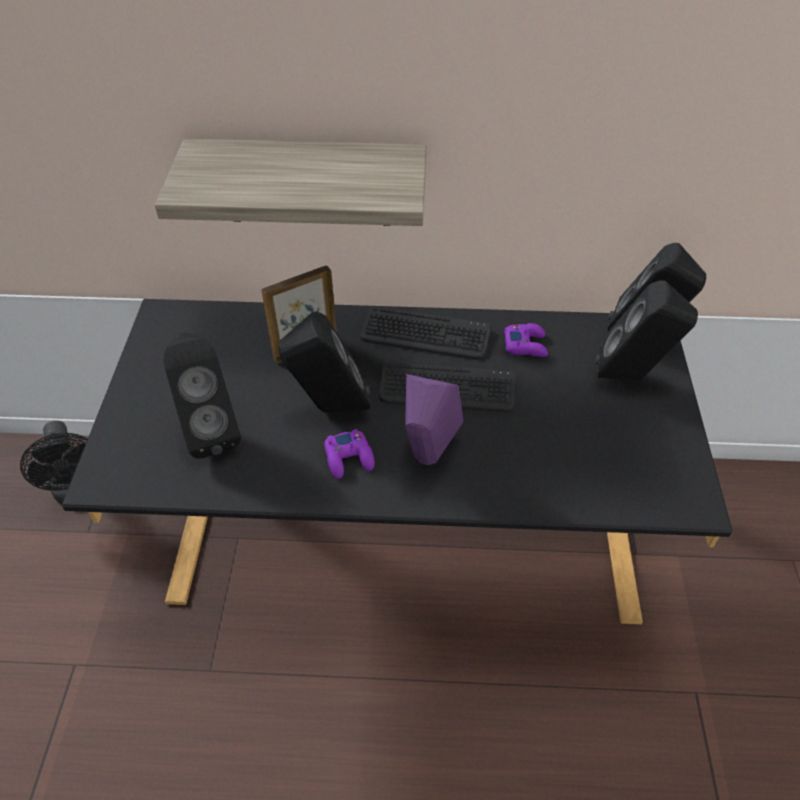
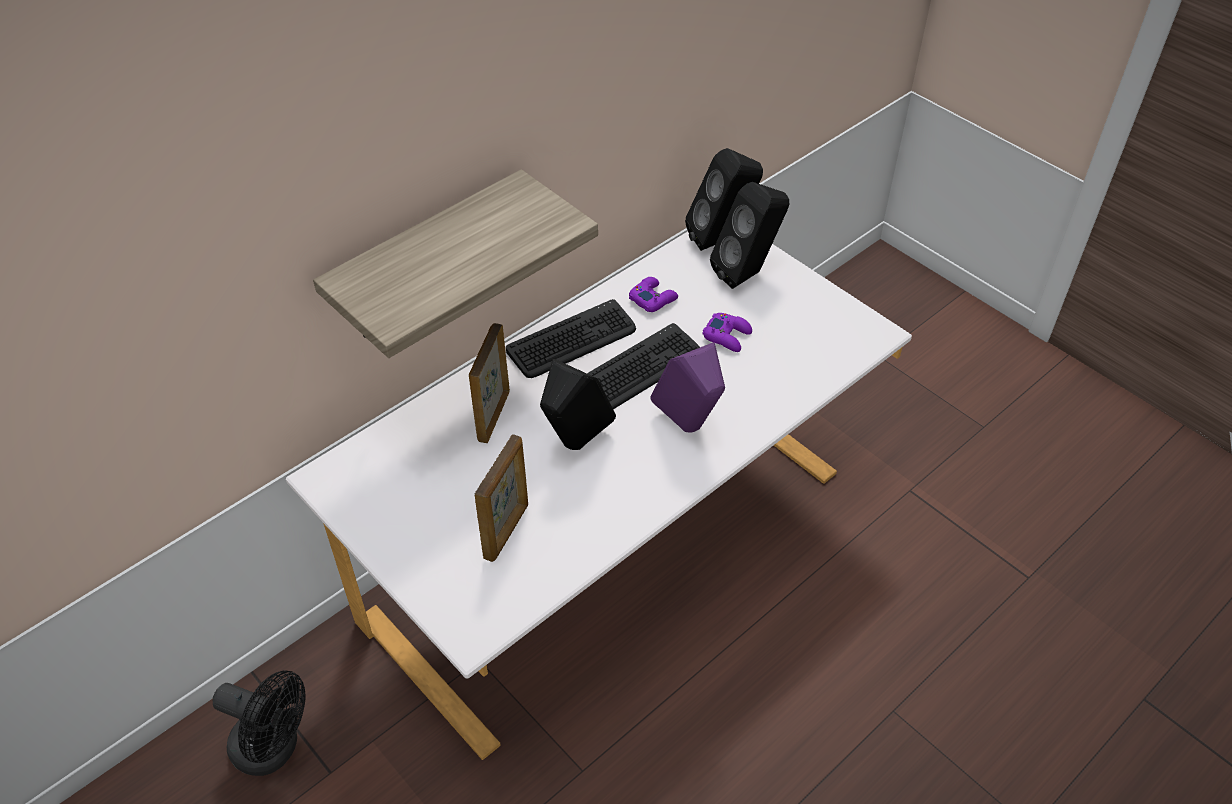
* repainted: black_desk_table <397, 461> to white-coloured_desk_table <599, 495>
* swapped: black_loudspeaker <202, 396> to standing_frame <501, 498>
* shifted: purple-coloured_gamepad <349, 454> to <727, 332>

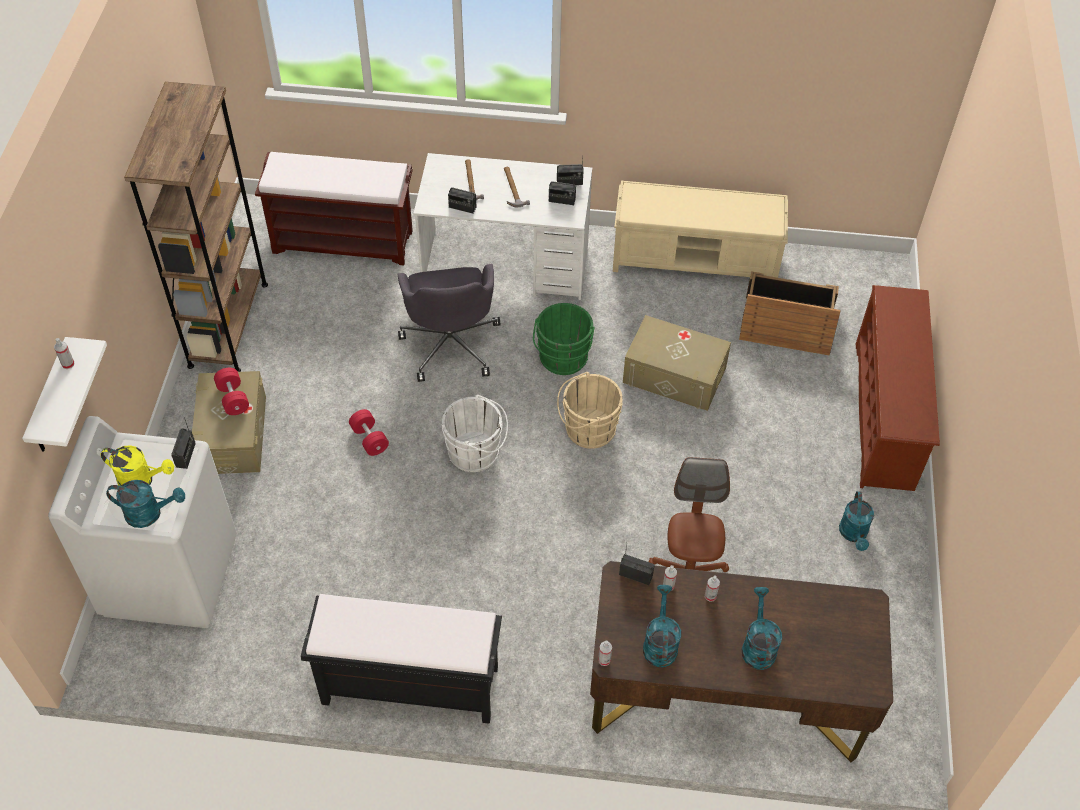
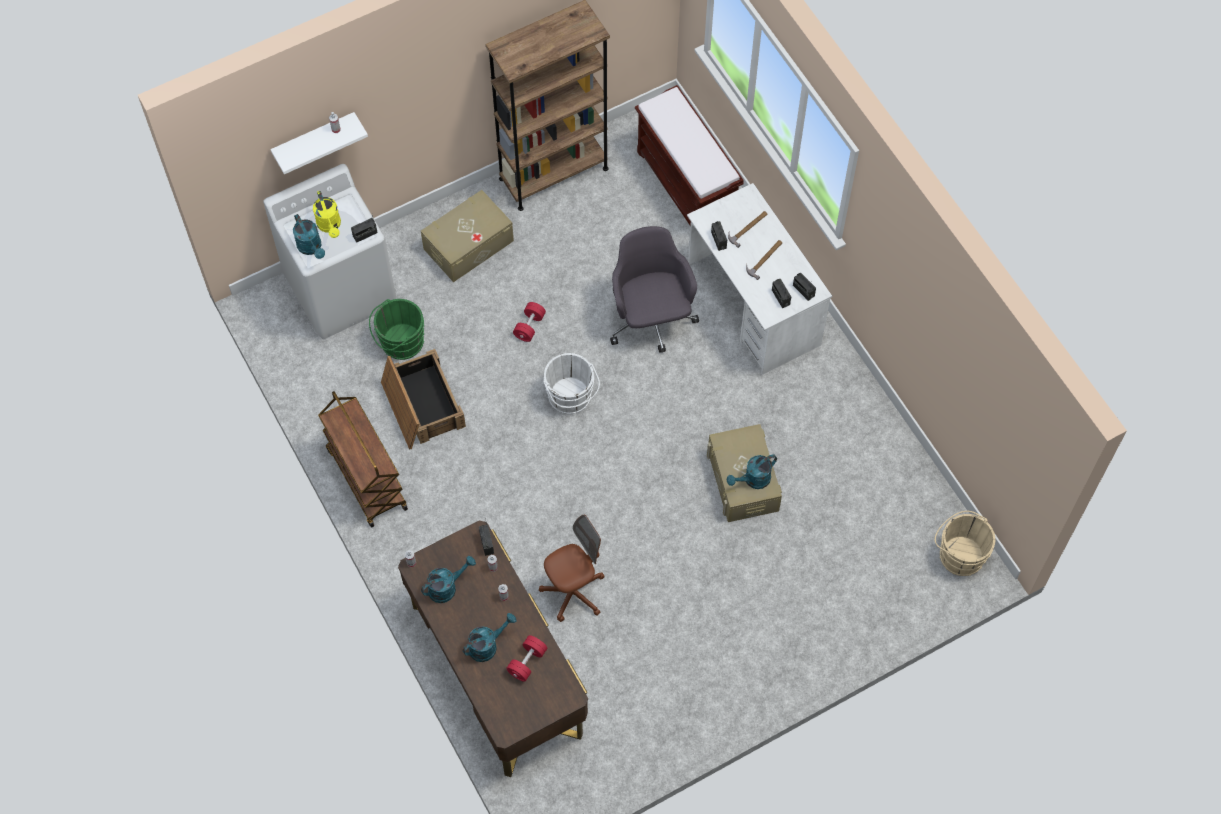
* gone: beige-coloured_bench <700, 229>
* rotated: greyish_computer_chair <449, 323> = <654, 289> 120 degrees clockwise
* shifted: packing_crate <790, 313> to <423, 399>
* gone: brown_shoe_rack <898, 388>
* shifted: green_water_bucket <564, 339> to <397, 329>
* shifted: reddish_free_weight <231, 391> to <526, 658>
* shifted: beige-coloured_water_bucket <590, 410> to <965, 543>
* shifted: blue-green_watering_pot <856, 521> to <752, 471>
* swapped: black_bench <401, 659> to brown_trolley <363, 459>

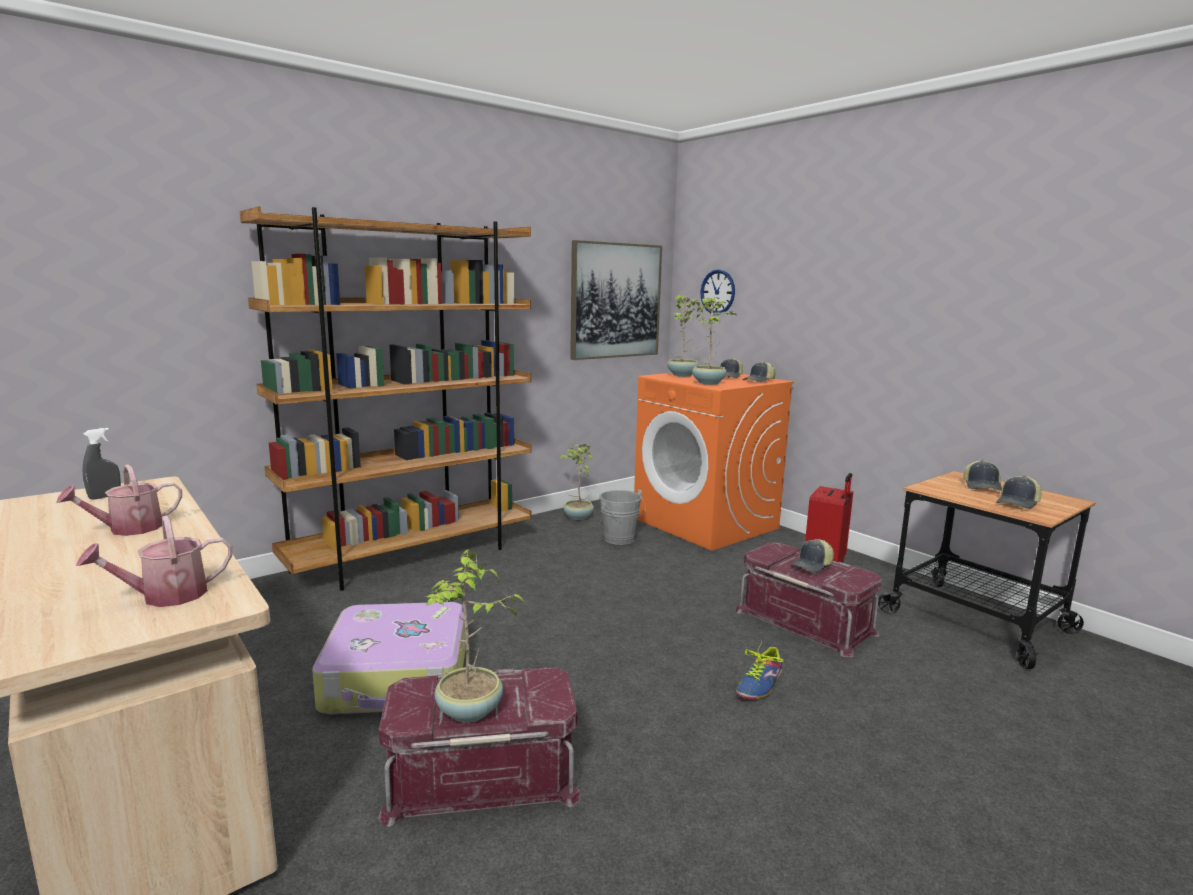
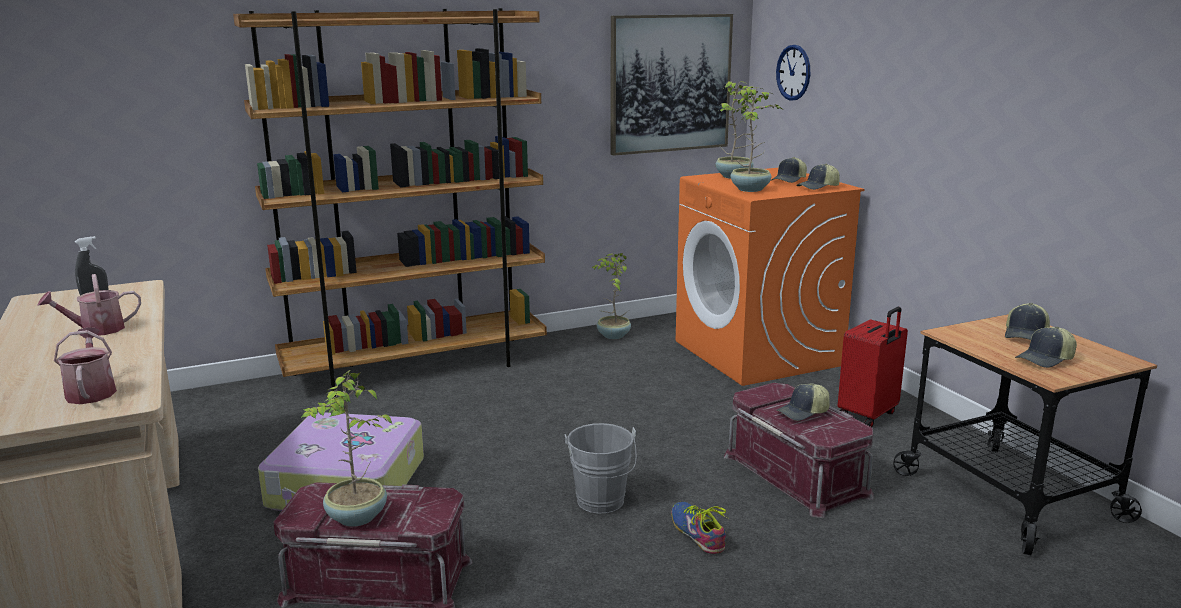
* shifted: greyish_water_bucket <622, 517> to <601, 468>
* rotated: watering_pot <154, 561> = <85, 365> 90 degrees clockwise
* rotated: item_of_footwear <760, 670> = <700, 527> 105 degrees clockwise

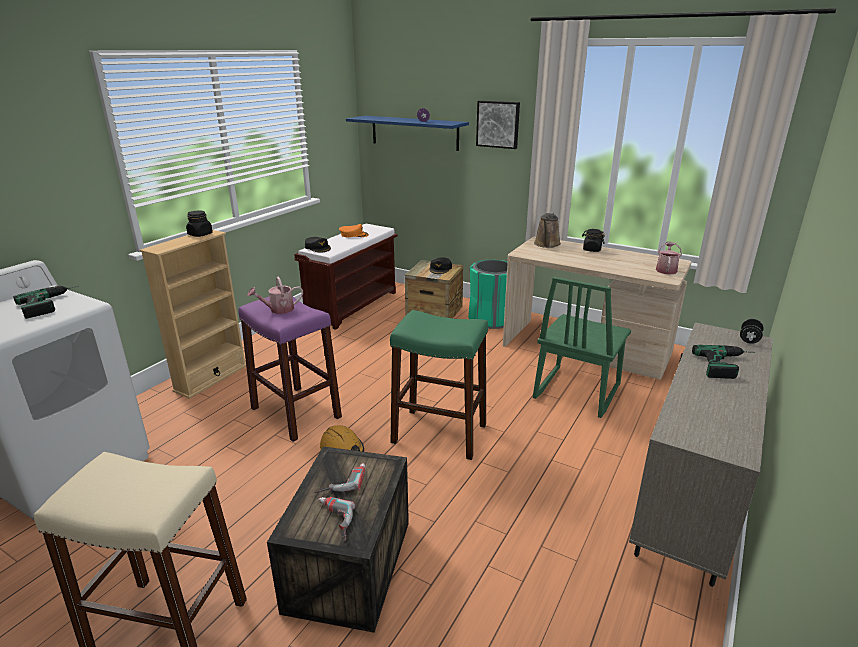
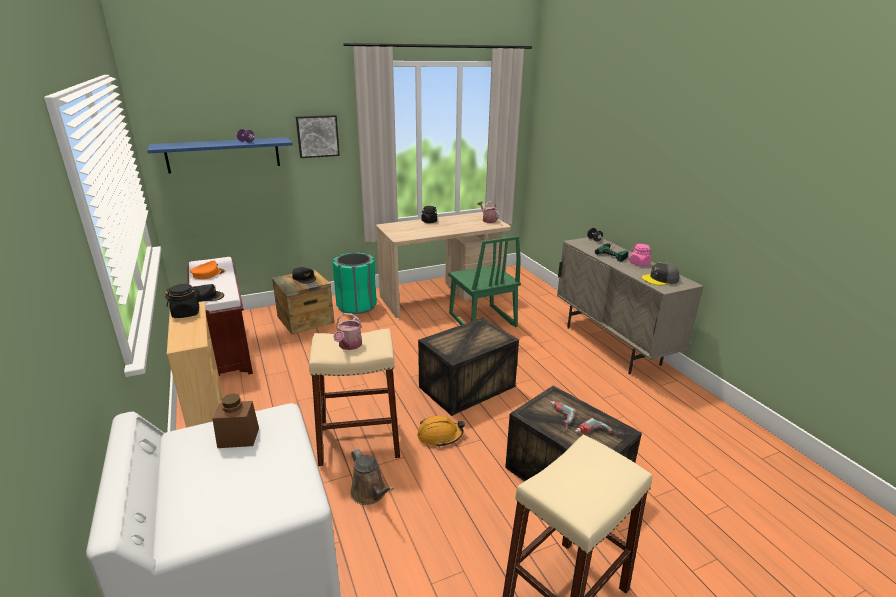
* shifted: brown_watering_pot <547, 230> to <372, 477>
* swapped: drill <45, 302> to brown_storage_jar <235, 420>
* repainted: purple-coloured_stool_seat <290, 369> to beige-coloured_stool_seat <354, 397>
* swapped: green_stool_seat <439, 385> to packing_crate <468, 367>
* new: pink_storage_jar <640, 255>
* new: greyish_baseball_cap <661, 273>

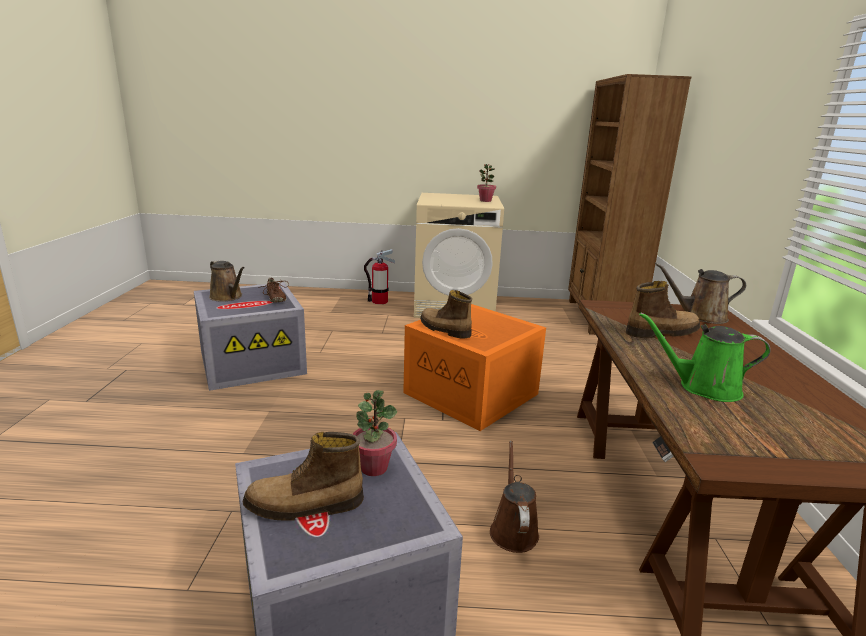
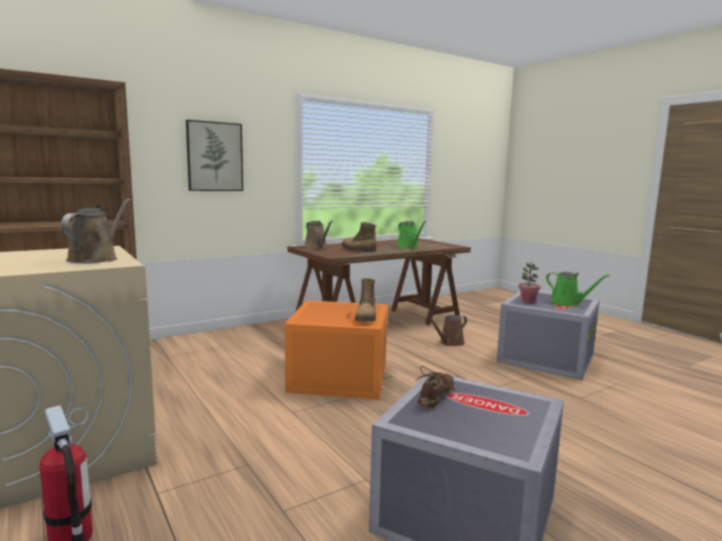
* gone: houseplant <486, 183>
* shifted: brown_watering_pot <227, 281> to <95, 231>
* swapped: boot <303, 476> to green_watering_pot <577, 289>
* new: picture <214, 155>

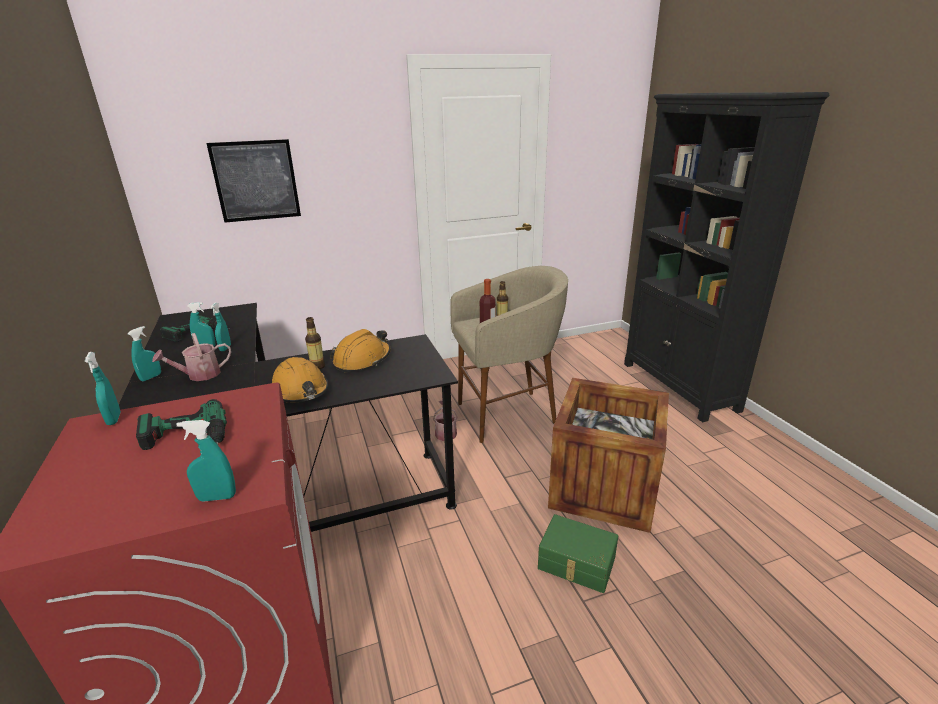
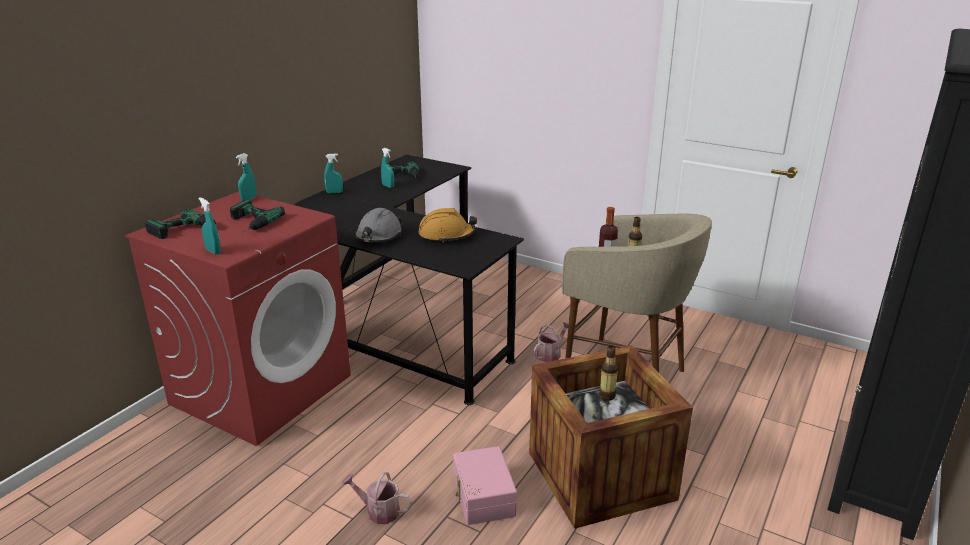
* gone: picture <253, 180>
* gone: blue-green_hand_sprayer <220, 326>
* shifted: beverage_bottle <315, 343> to <608, 373>
* shifted: watering_pot <191, 357> to <377, 498>
* repainted: orangey_work_helmet <300, 380> to greyish_work_helmet <379, 225>
* repainted: green_storage_bin <578, 553> to pink_storage_bin <485, 485>
* new: drill <183, 224>

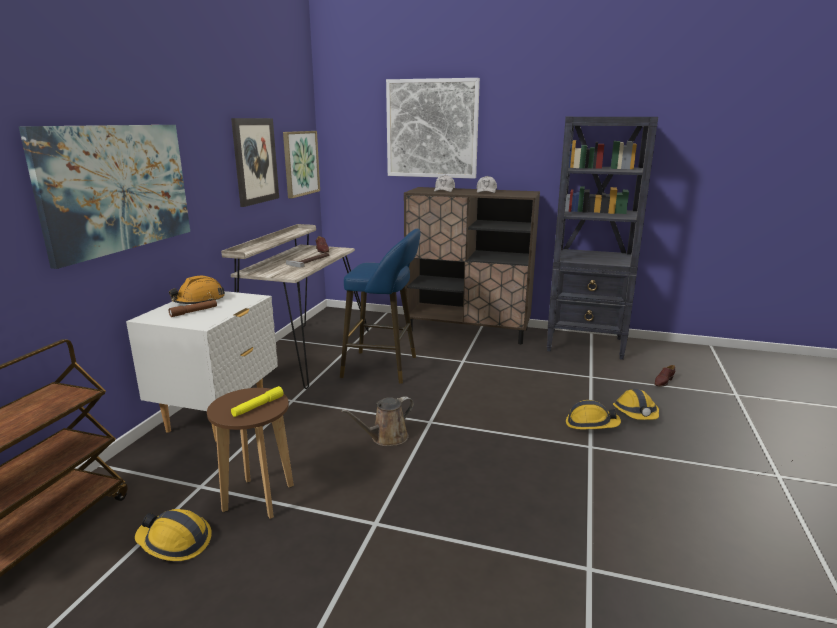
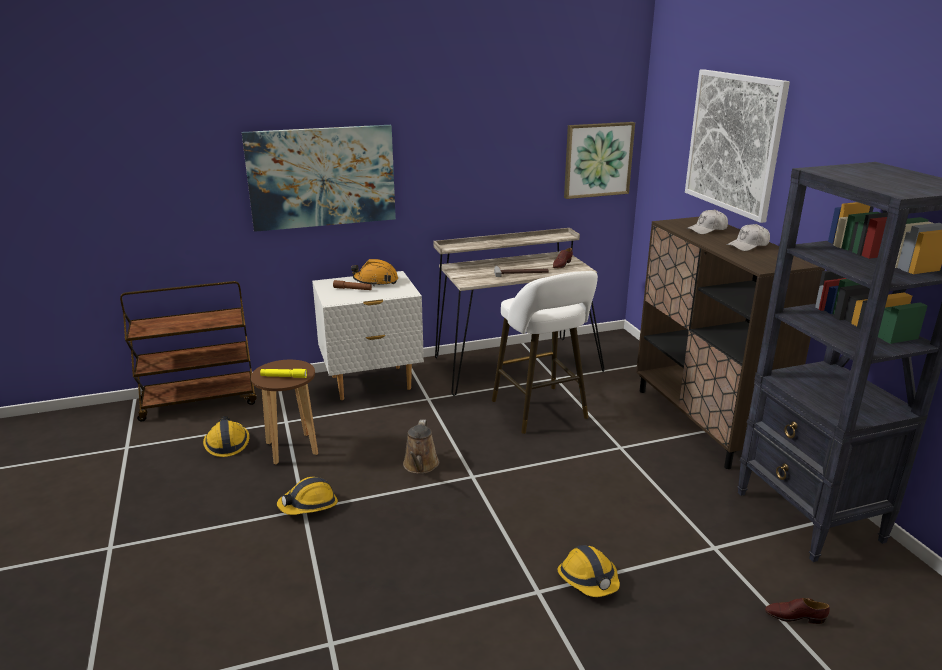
* gone: picture <255, 162>
* repainted: bluish_stool_seat <380, 306> to white-coloured_stool_seat <545, 352>
* shifted: work_helmet <636, 404> to <307, 496>
* rotated: brown_watering_pot <377, 421> = <421, 447> 105 degrees counterclockwise

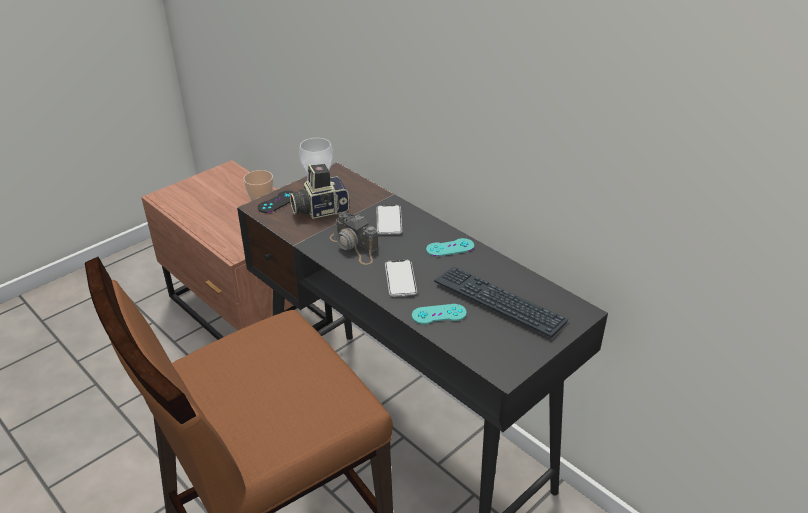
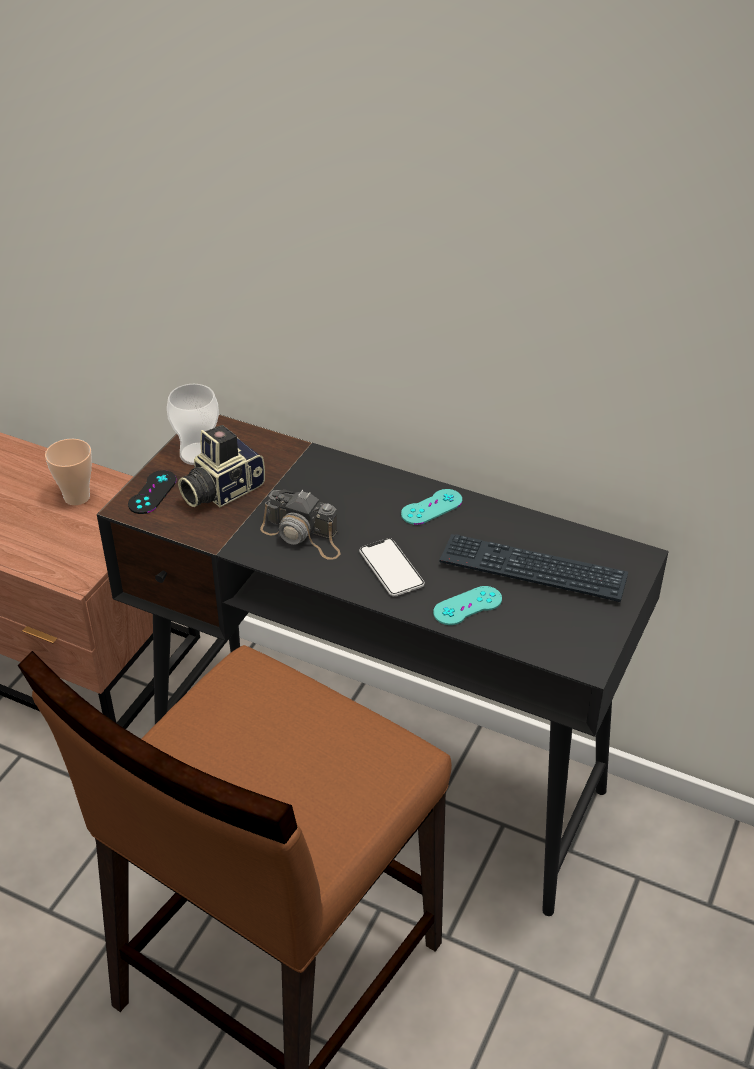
* gone: handset <389, 219>

